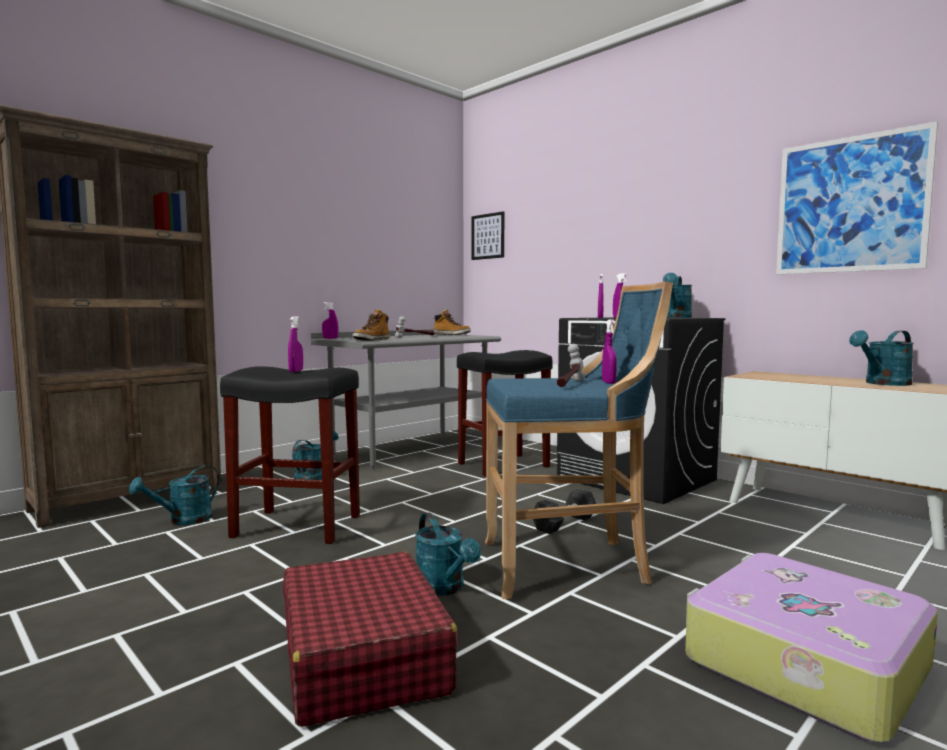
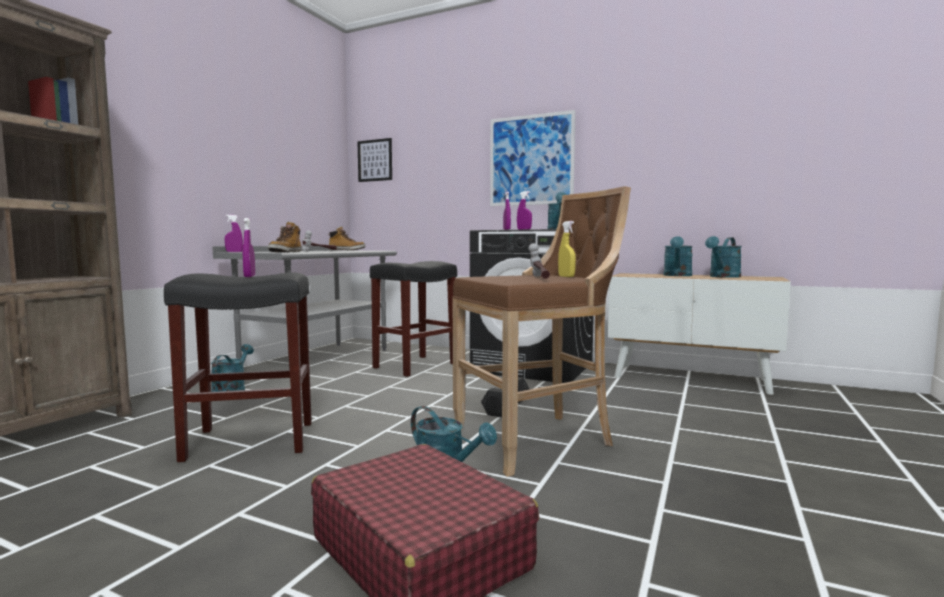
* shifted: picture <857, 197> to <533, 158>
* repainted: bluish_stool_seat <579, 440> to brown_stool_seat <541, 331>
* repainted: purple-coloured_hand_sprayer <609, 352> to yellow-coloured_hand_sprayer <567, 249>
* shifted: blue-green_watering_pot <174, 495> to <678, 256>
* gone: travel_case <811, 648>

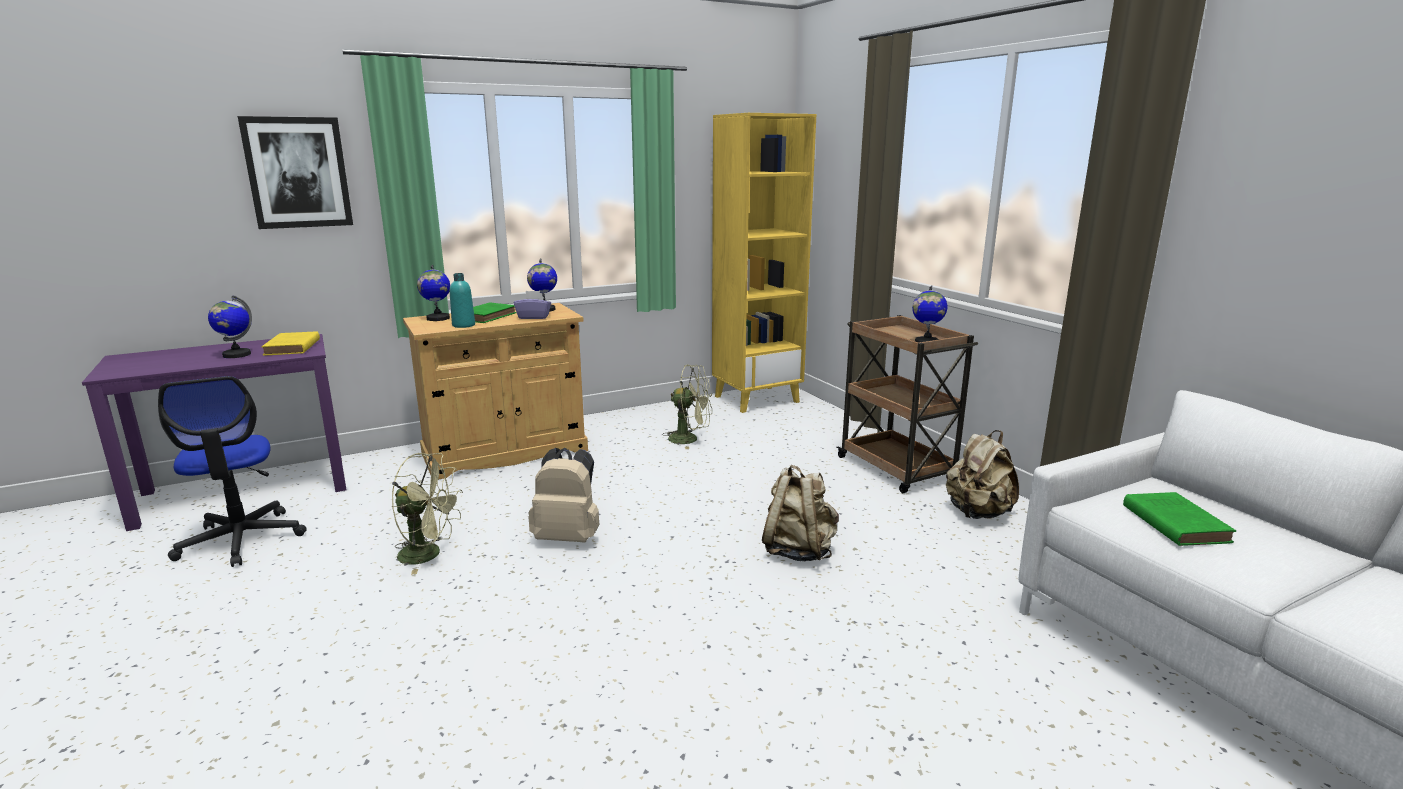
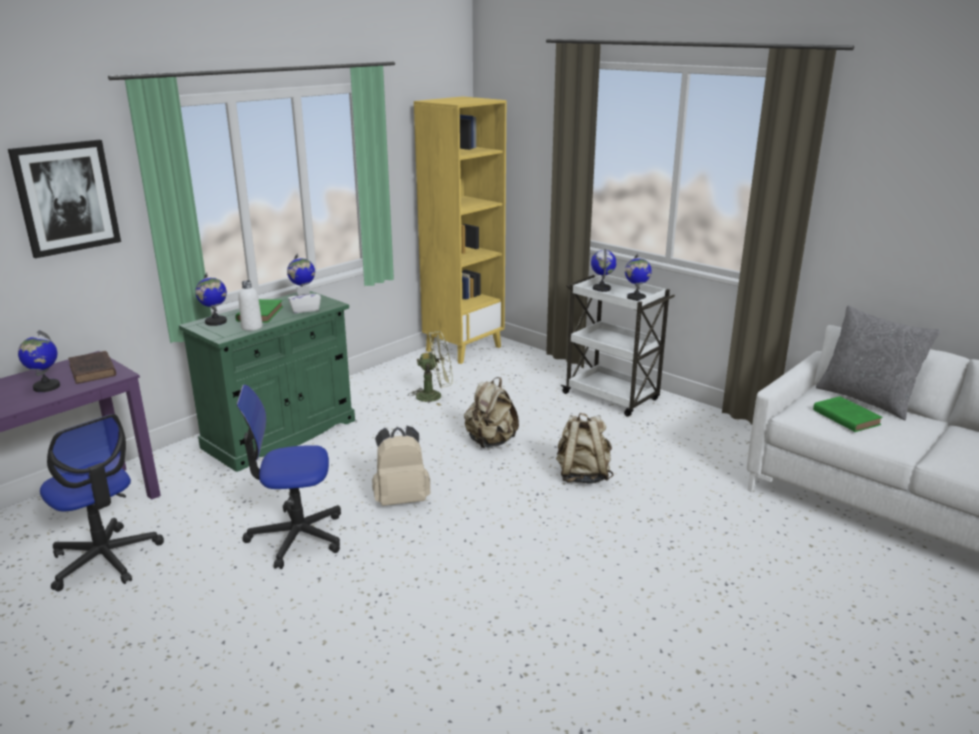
* repainted: blue-green_beverage_bottle <462, 300> to white-coloured_beverage_bottle <250, 305>
* repainted: purple-coloured_box_of_tissues <532, 305> to white-coloured_box_of_tissues <304, 299>
* repainted: beige-coloured_cabinet <495, 391> to green_cabinet <267, 381>
* repainted: brown_trolley <907, 404> to white-coloured_trolley <617, 346>
* repainted: yellow-coloured_volume <290, 343> to brown_volume <92, 367>
* shifted: beige-coloured_knapsack <982, 474> to <491, 412>
* swapped: green_cooling_fan <427, 514> to computer_chair <289, 477>
* new: globe <604, 270>
* new: greyish_pillow <878, 362>

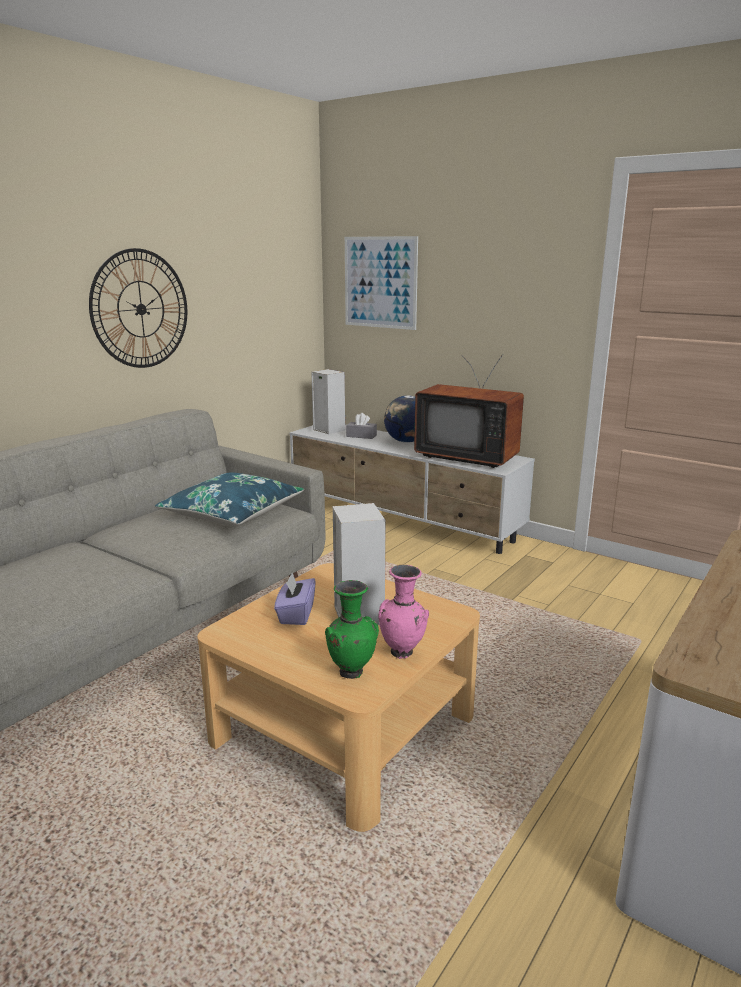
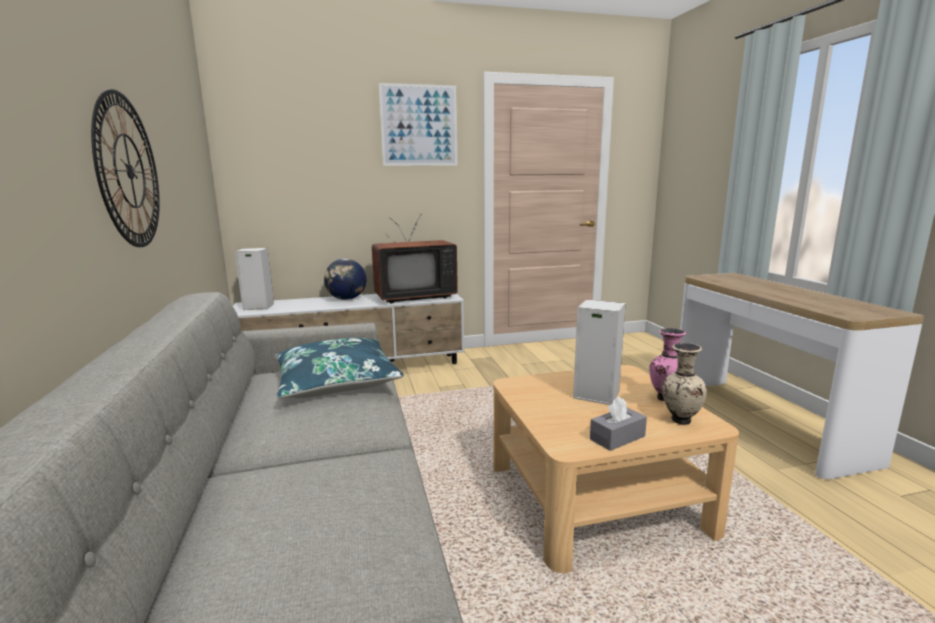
* shifted: picture <381, 283> to <418, 124>
* shifted: greyish_box_of_tissues <361, 426> to <618, 424>
* gone: purple-coloured_box_of_tissues <295, 599>
* repainted: green_vase <352, 629> to beige-coloured_vase <684, 384>

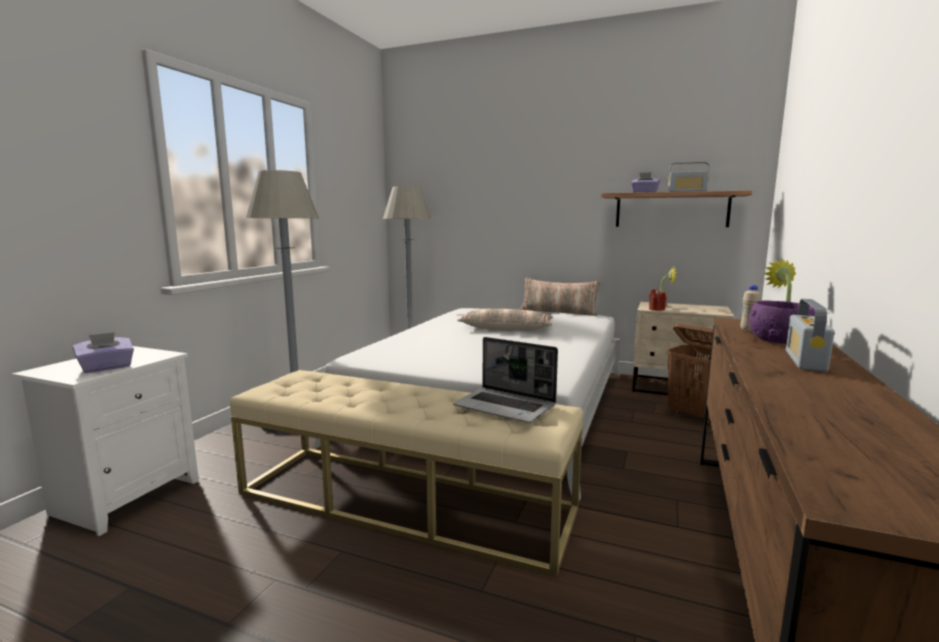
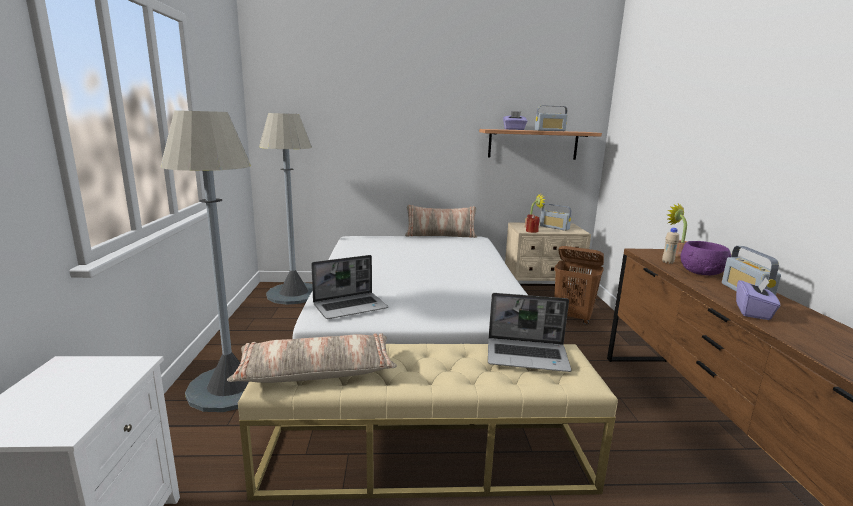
* shifted: pillow <505, 320> to <312, 358>
* shifted: purple-coloured_box_of_tissues <103, 352> to <758, 298>
* new: radio_receiver <555, 217>
* new: portable_computer <349, 287>

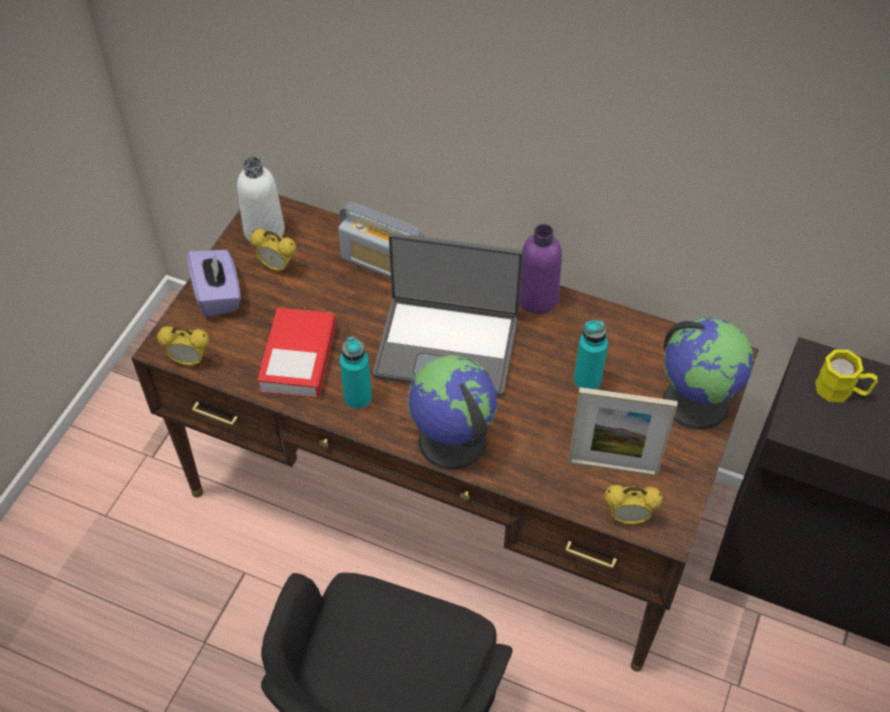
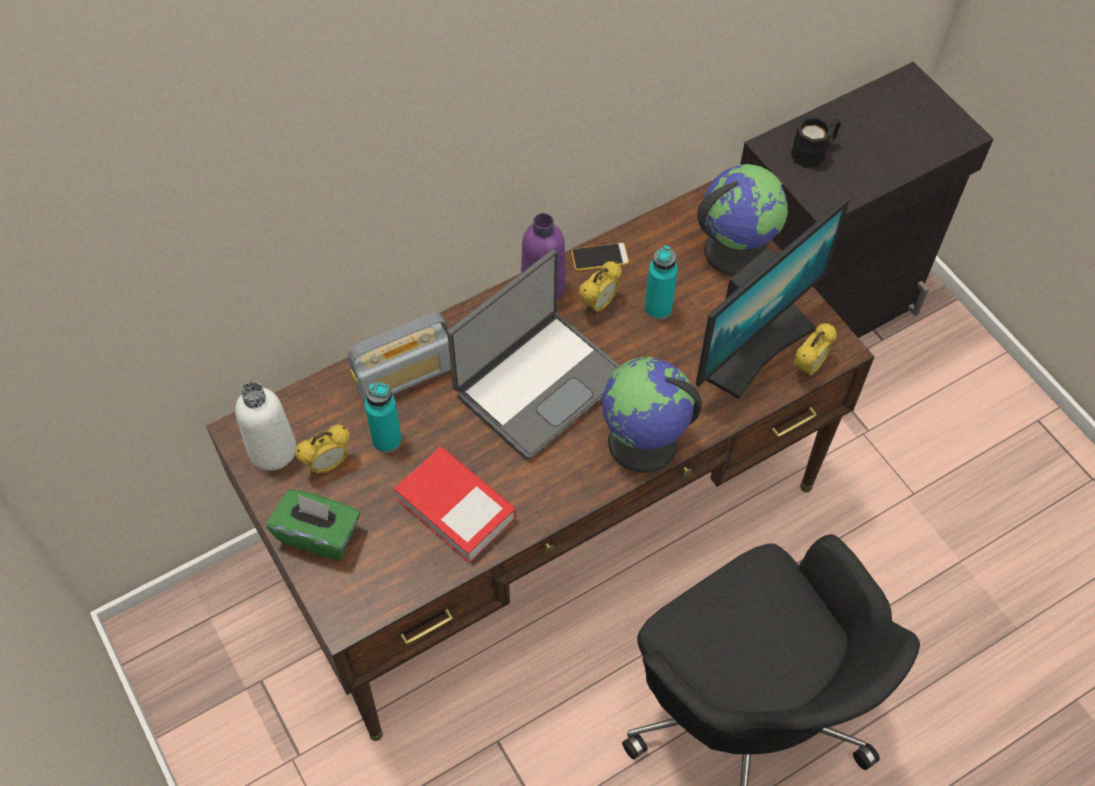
* repainted: purple-coloured_box_of_tissues <214, 283> to green_box_of_tissues <313, 525>
* shifted: table_clock <183, 346> to <600, 287>
* shifted: blue-green_beverage_bottle <356, 373> to <383, 417>
* repainted: yellow-coloured_mug <846, 376> to black_mug <816, 142>
* swapped: standing_frame <623, 432> to computer_screen <773, 298>
* new: handset <600, 257>

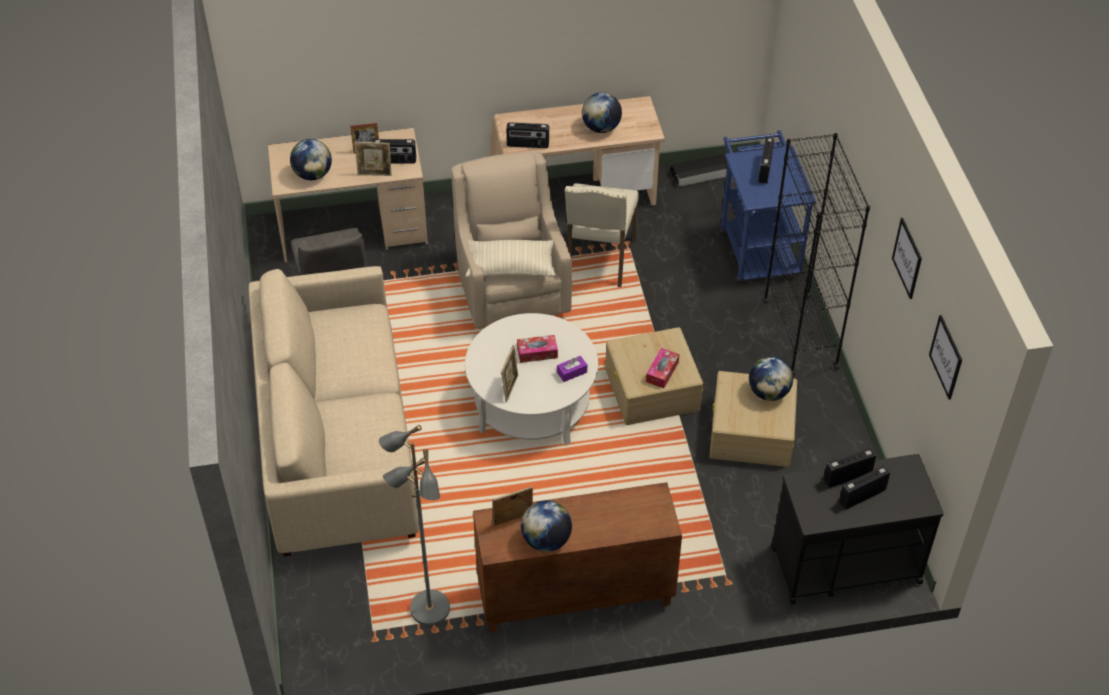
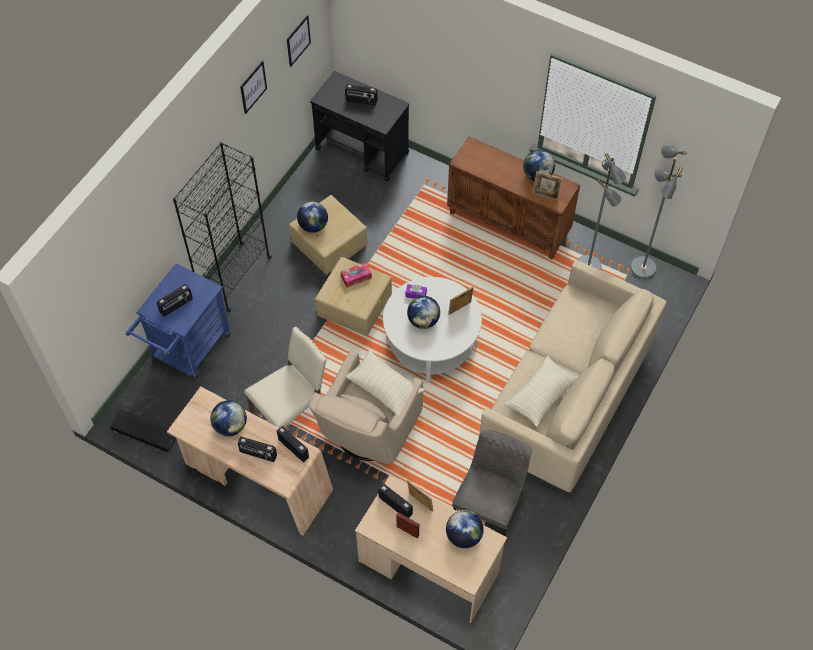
* swapped: box_of_tissues <537, 349> to globe <423, 312>
* shifted: radio_receiver <849, 468> to <257, 449>
* new: greyish_standing_lamp <658, 212>
* new: beige-coloured_pillow <541, 391>

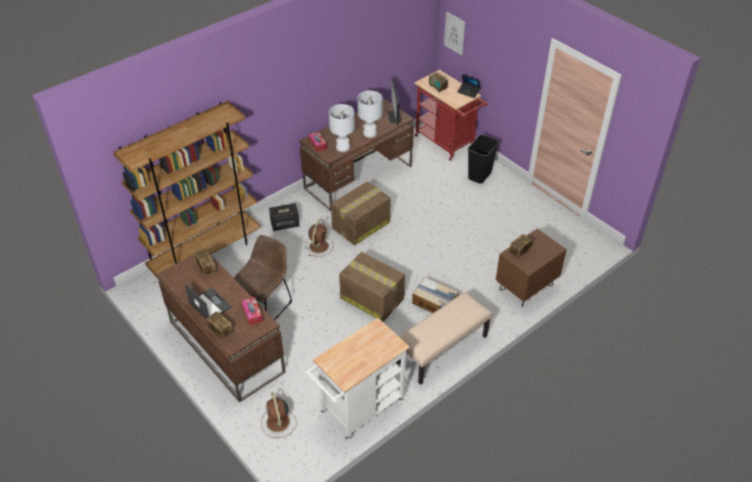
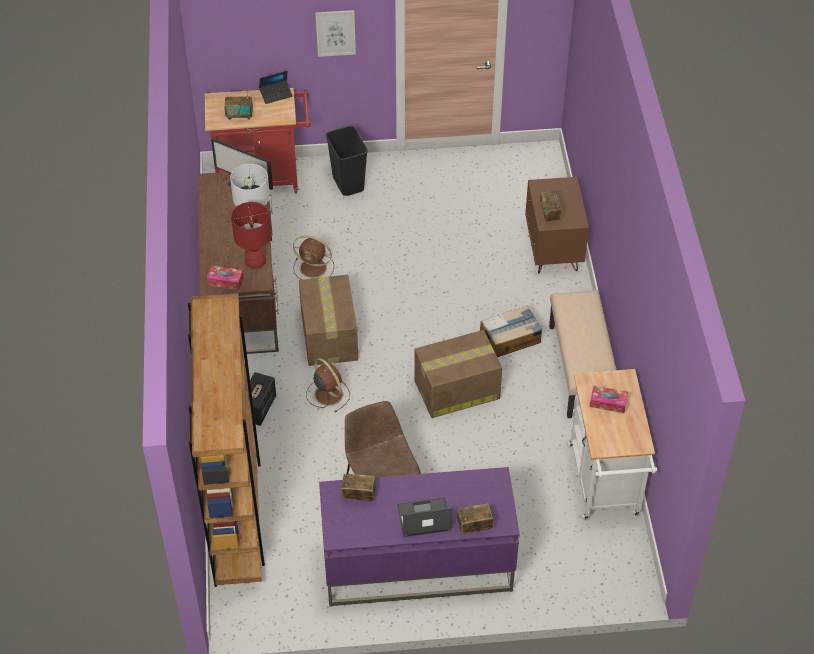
* shifted: picture <454, 33> to <335, 33>
* repainted: white-coloured_table_lamp <342, 128> to reddish_table_lamp <251, 235>
* repainted: brown_desk_table <221, 325> to purple-coloured_desk_table <419, 537>
* shifted: box_of_tissues <252, 311> to <609, 399>
* shifted: brown_cooling_fan <279, 415> to <313, 258>

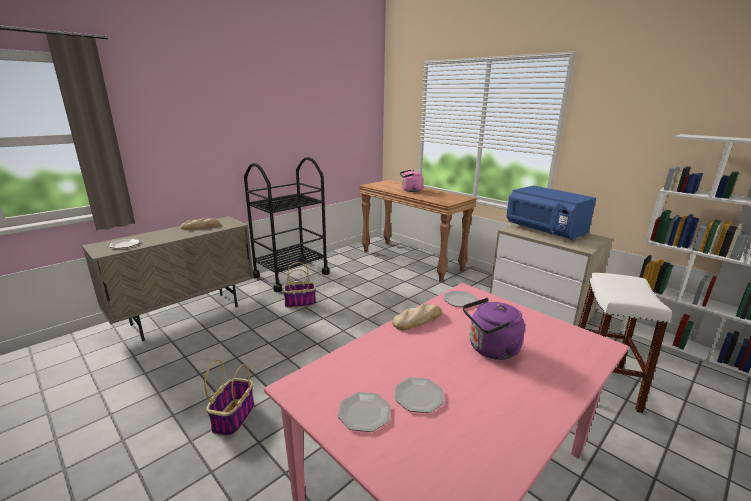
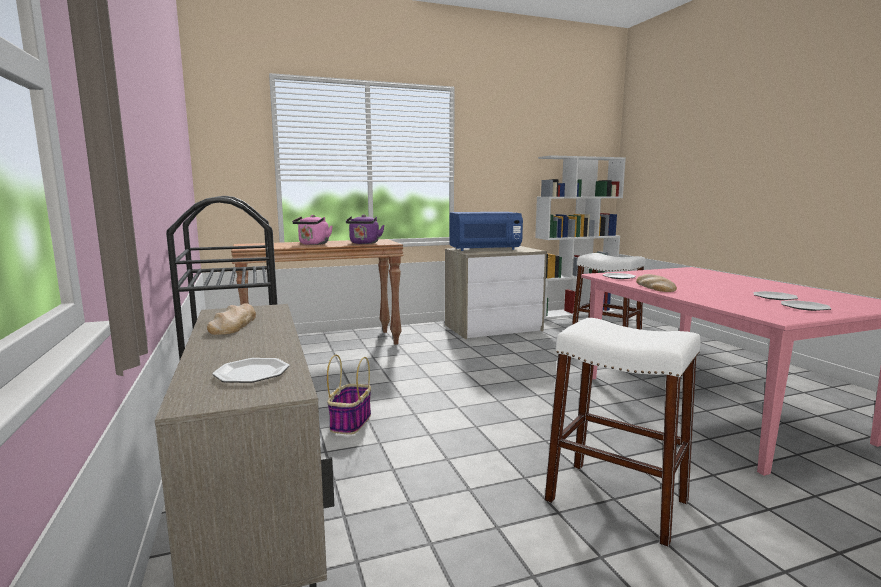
* shifted: purple-coloured_kettle <494, 329> to <365, 229>
* swapped: basket <229, 398> to white-coloured_stool_seat <622, 432>

